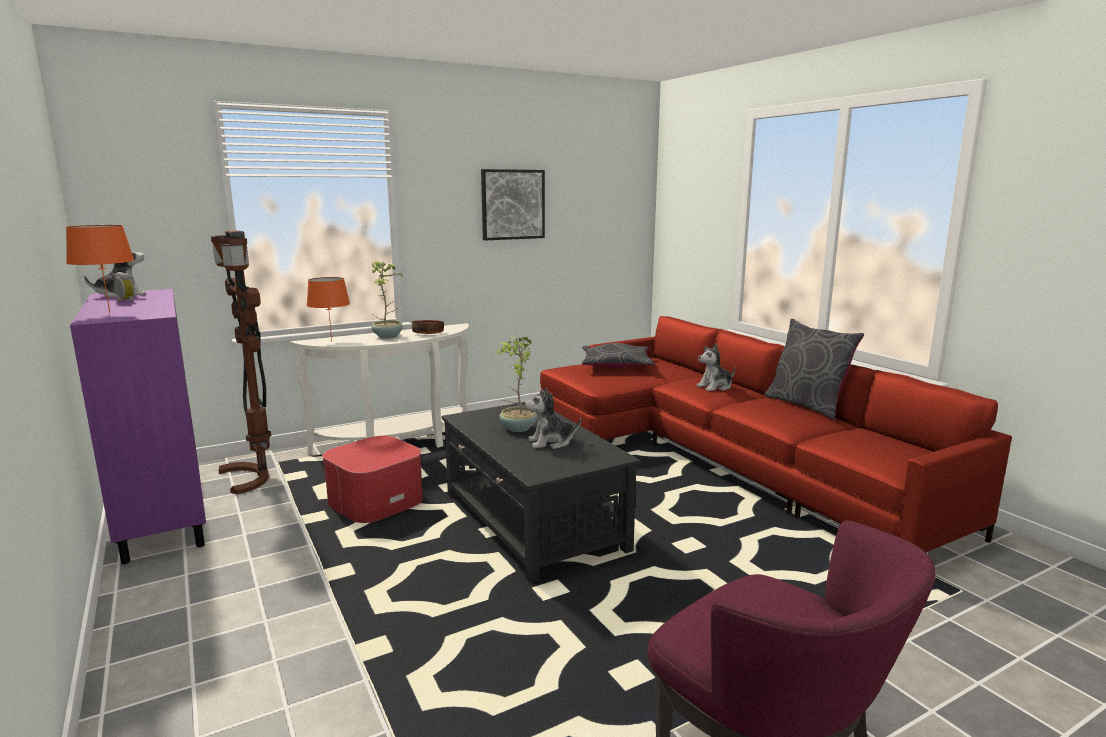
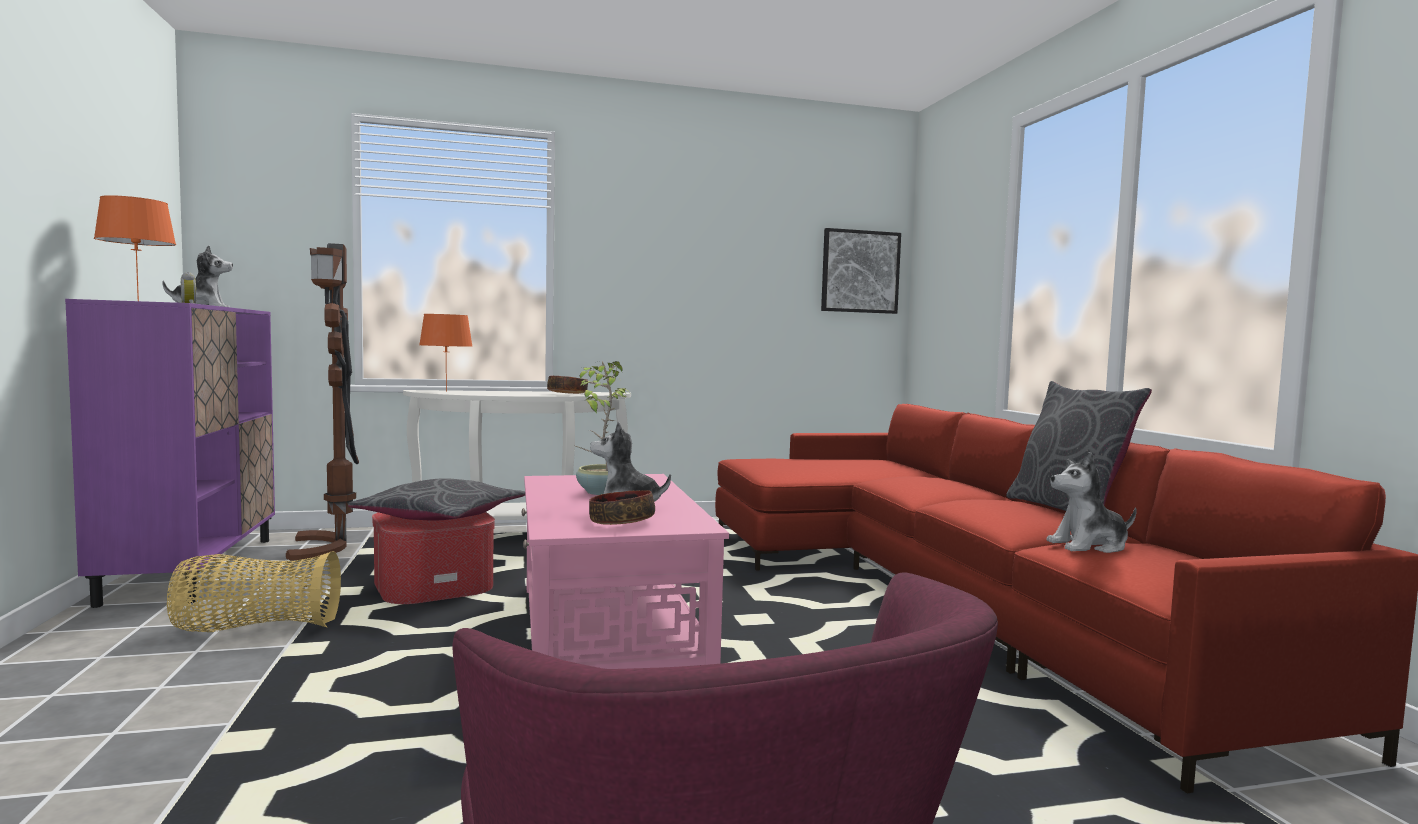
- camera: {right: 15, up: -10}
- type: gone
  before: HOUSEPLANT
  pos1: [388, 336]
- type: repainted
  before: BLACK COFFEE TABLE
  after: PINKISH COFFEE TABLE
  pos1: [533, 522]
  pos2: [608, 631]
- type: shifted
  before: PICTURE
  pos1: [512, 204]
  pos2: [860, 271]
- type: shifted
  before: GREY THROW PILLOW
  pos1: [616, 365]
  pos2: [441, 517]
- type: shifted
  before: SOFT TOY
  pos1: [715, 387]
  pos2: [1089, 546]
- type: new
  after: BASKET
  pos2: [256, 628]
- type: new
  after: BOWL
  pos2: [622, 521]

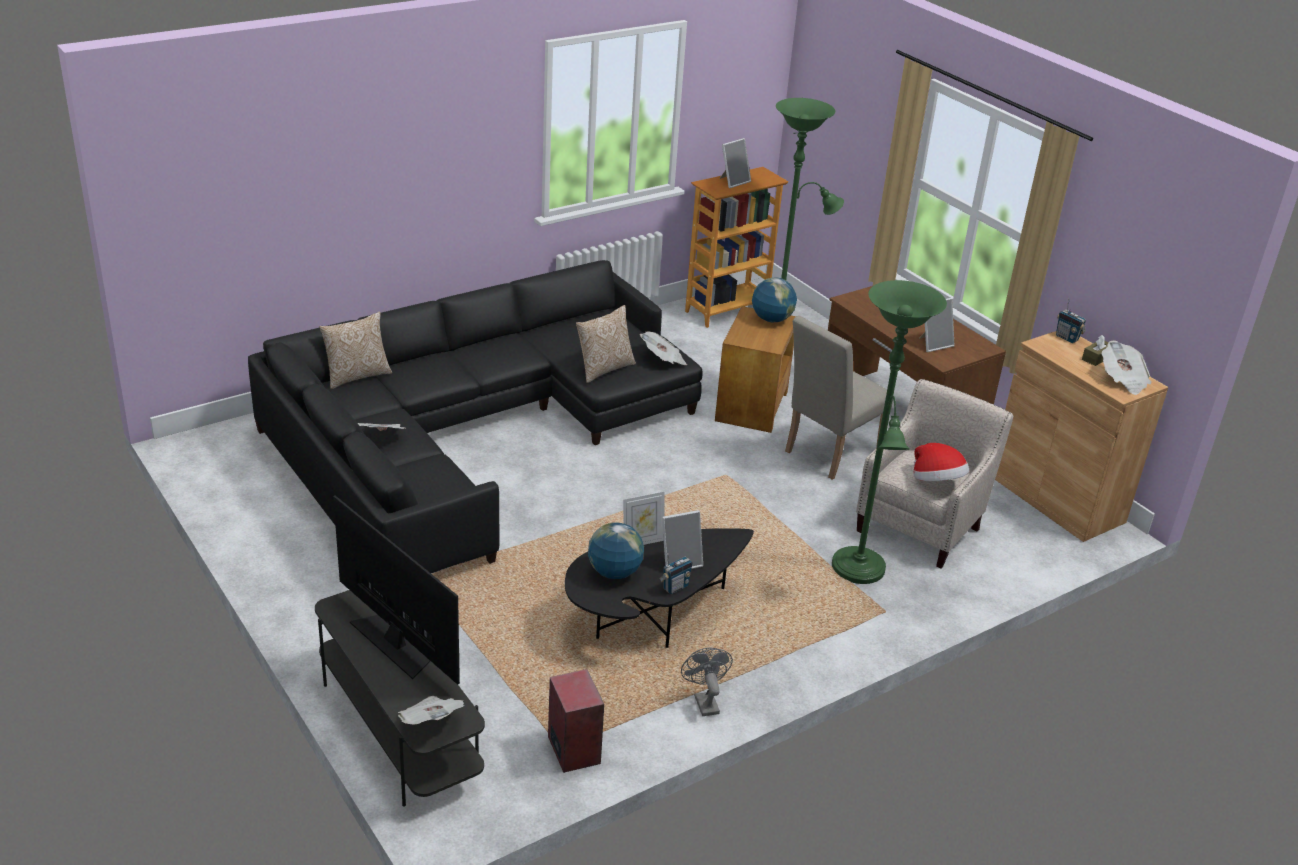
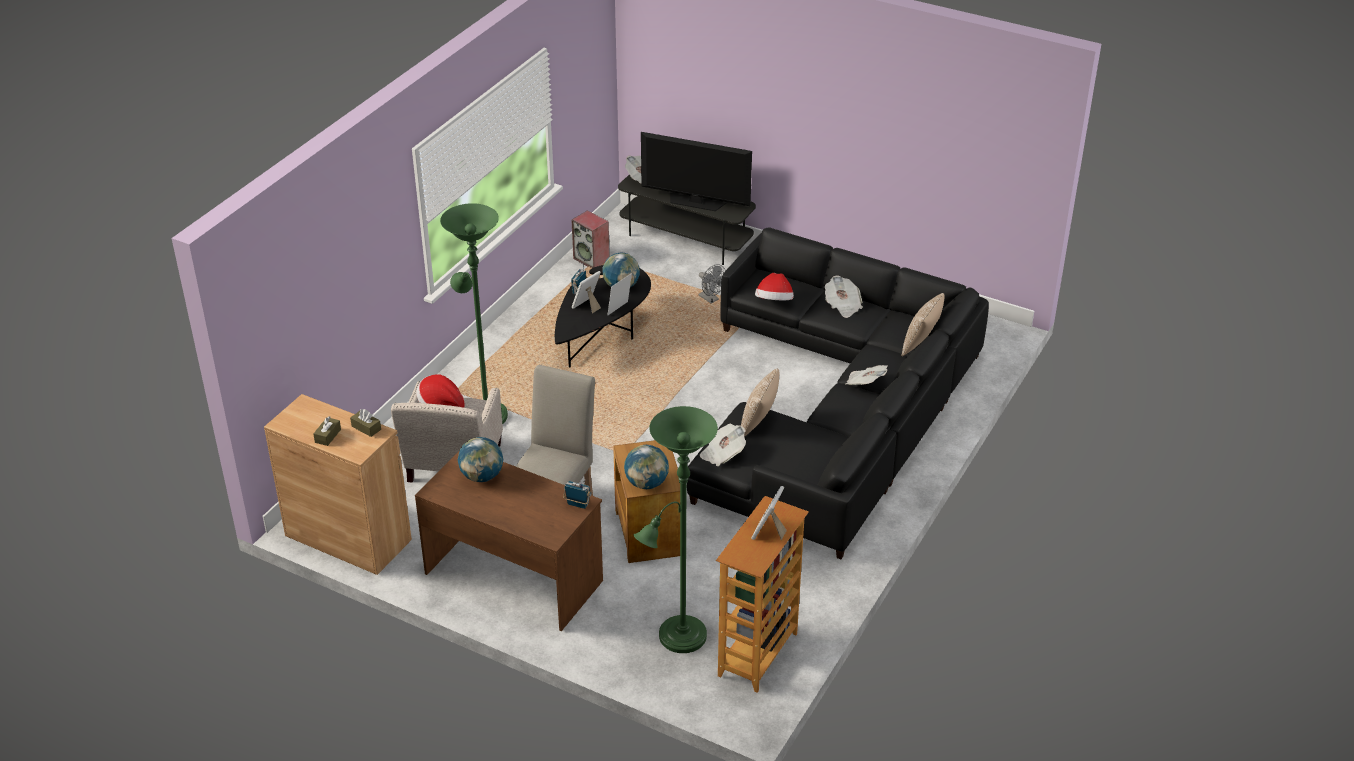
- camera: {right: 155, up: 5}
- type: shifted
  before: GREY ELECTRIC FAN
  pos1: [704, 701]
  pos2: [711, 299]
- type: swapped
  before: STANDING FRAME
  after: DESK GLOBE
  pos1: [933, 344]
  pos2: [482, 476]
- type: shifted
  before: RADIO RECEIVER
  pos1: [1067, 338]
  pos2: [578, 504]
- type: shifted
  before: DAILY PAPER
  pos1: [1123, 380]
  pos2: [865, 384]
- type: new
  after: BROWN-COLOURED BOX OF TISSUES
  pos2: [366, 428]
- type: new
  after: WEARABLE HAT
  pos2: [774, 302]

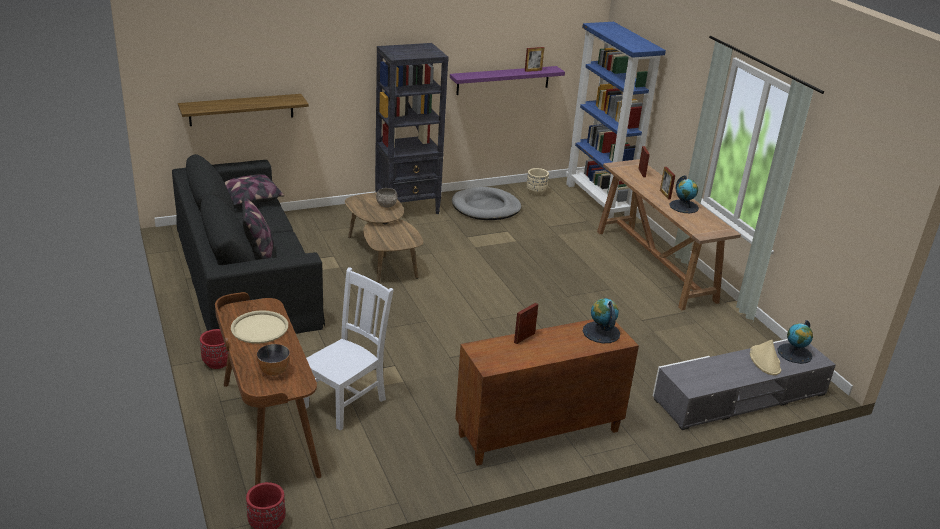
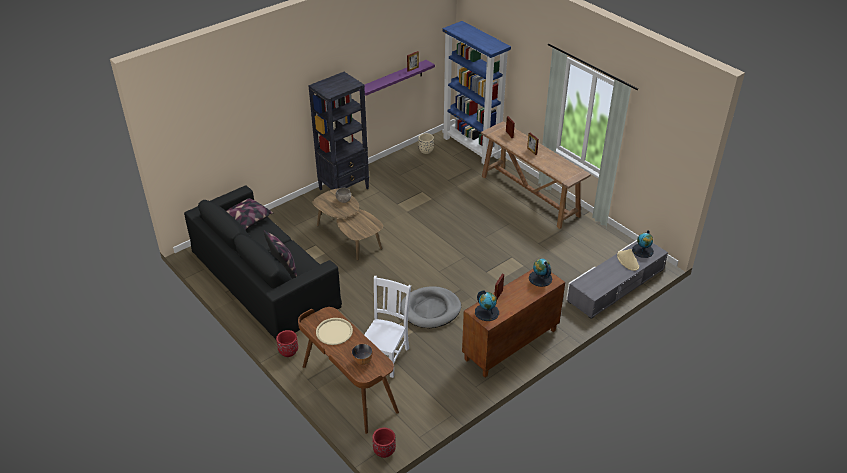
- camera: {right: -15, up: 10}
- type: gone
  before: WALL SHELF
  pos1: [241, 109]
- type: shifted
  before: GREY PET BED
  pos1: [486, 207]
  pos2: [430, 309]
- type: shifted
  before: DESK GLOBE
  pos1: [684, 206]
  pos2: [487, 312]

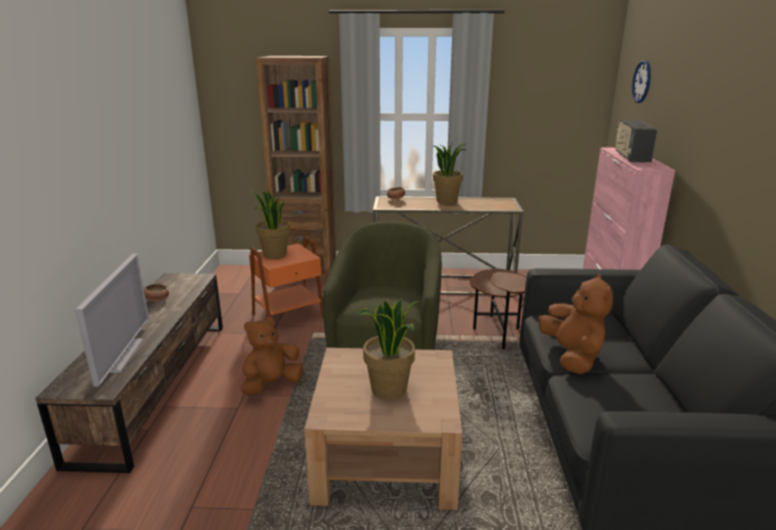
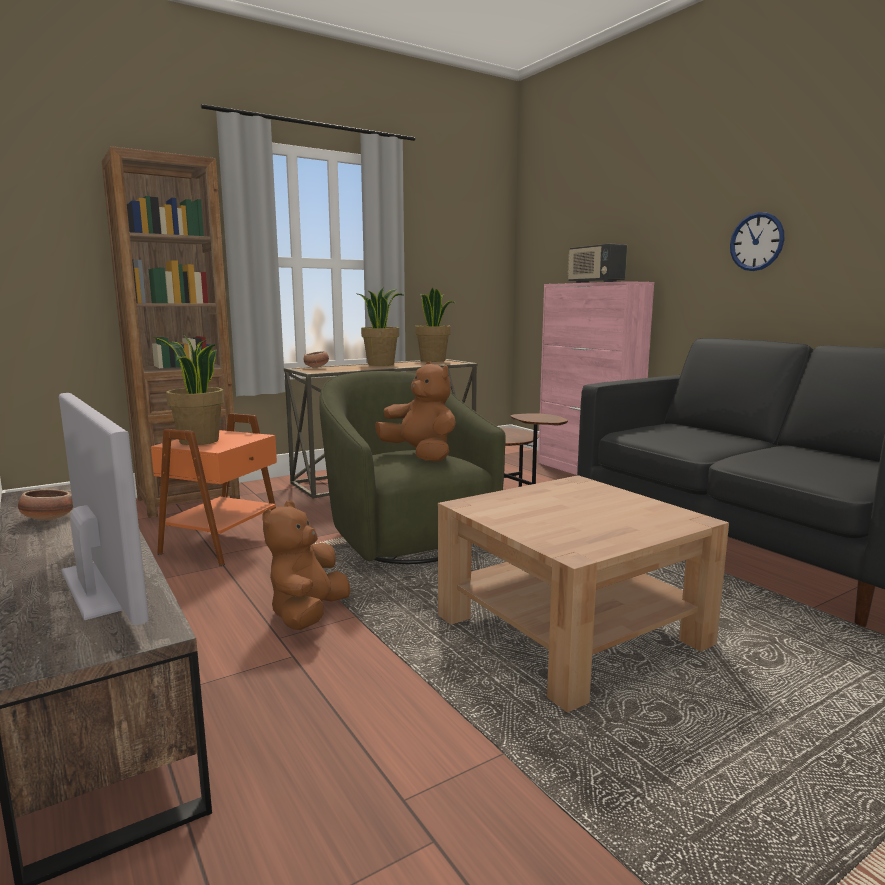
- camera: {right: -35, up: -10}
- type: shifted
  before: HOUSEPLANT
  pos1: [389, 390]
  pos2: [433, 360]
- type: shifted
  before: BROWN-COLOURED SOFT TOY
  pos1: [572, 356]
  pos2: [420, 455]
- type: shifted
  before: CLOCK ON THE WALL
  pos1: [642, 81]
  pos2: [756, 242]

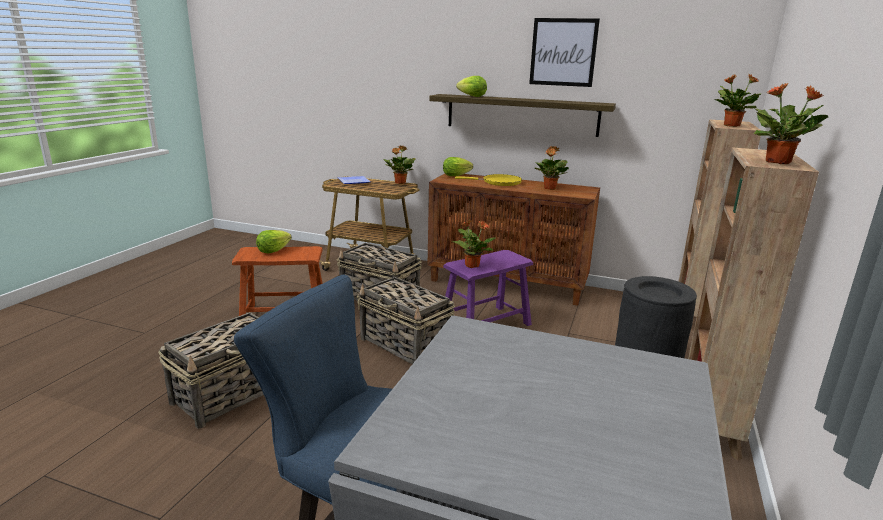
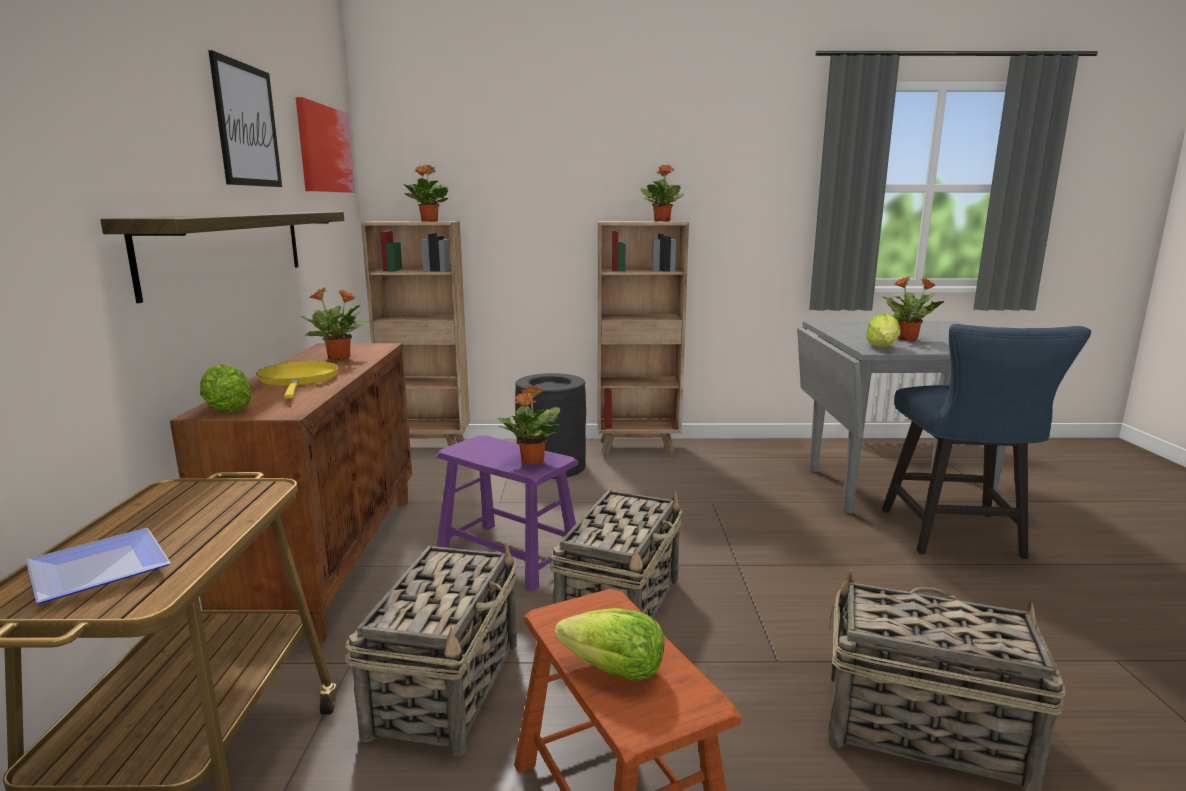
- camera: {right: -110, up: -5}
- type: shifted
  before: HOUSEPLANT
  pos1: [400, 183]
  pos2: [908, 339]
- type: shifted
  before: HEAD OF LETTUCE
  pos1: [472, 96]
  pos2: [883, 348]
- type: new
  after: PICTURE
  pos2: [324, 149]

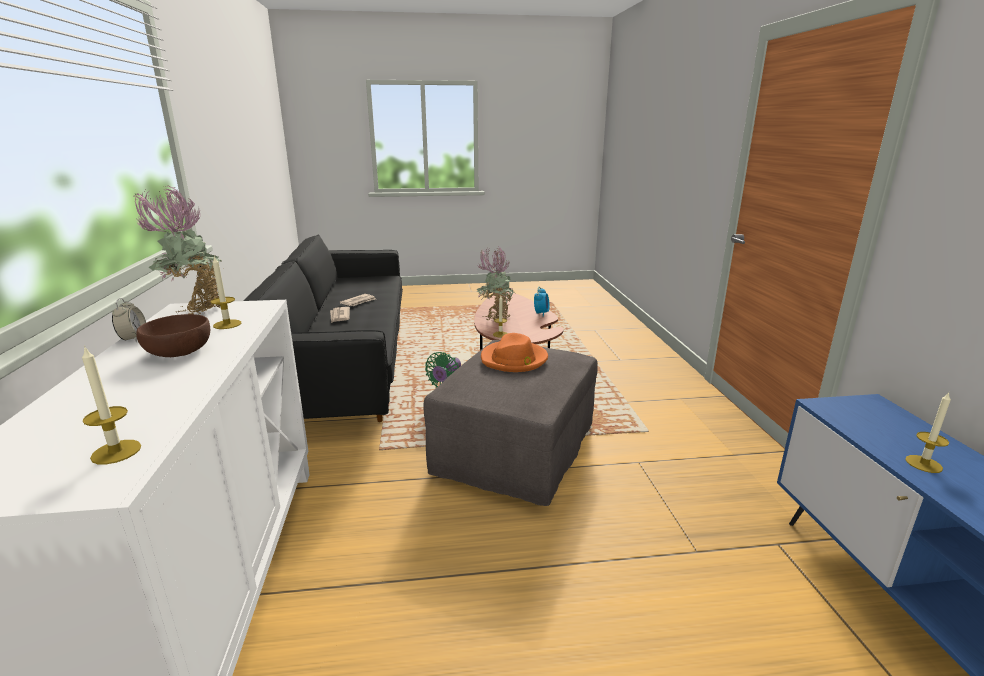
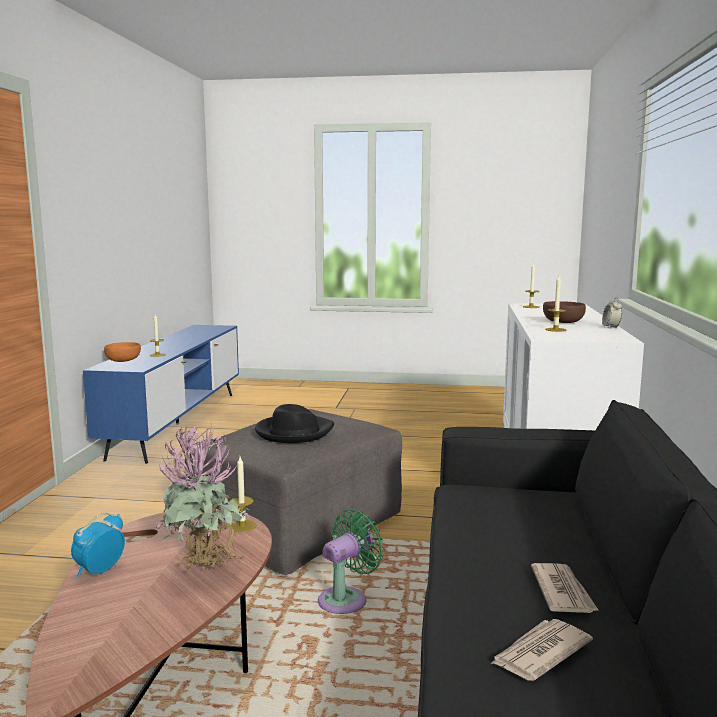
- camera: {right: -165, up: -10}
- type: gone
  before: HOUSEPLANT
  pos1: [195, 310]
- type: repainted
  before: ORANGEY WEARABLE HAT
  after: BLACK WEARABLE HAT
  pos1: [514, 359]
  pos2: [293, 432]
- type: new
  after: ORANGEY BOWL
  pos2: [124, 360]

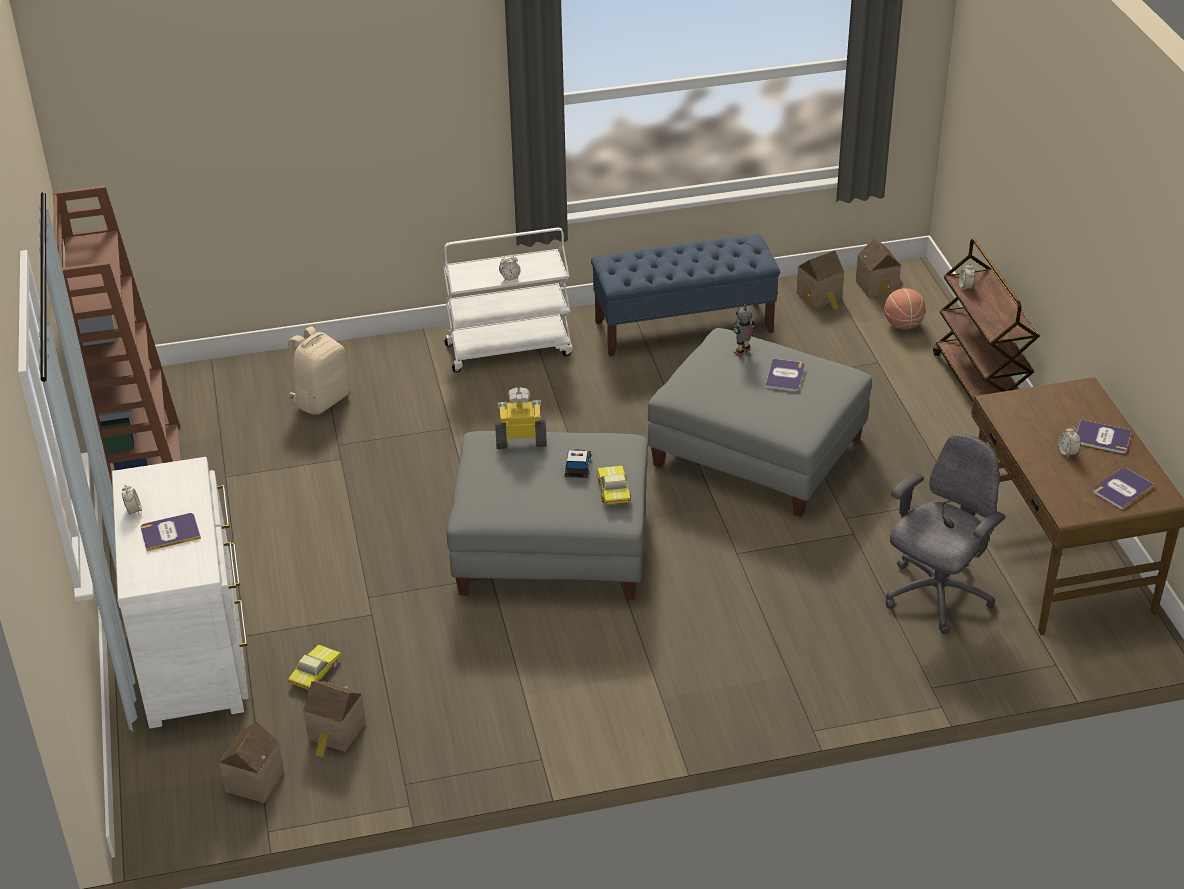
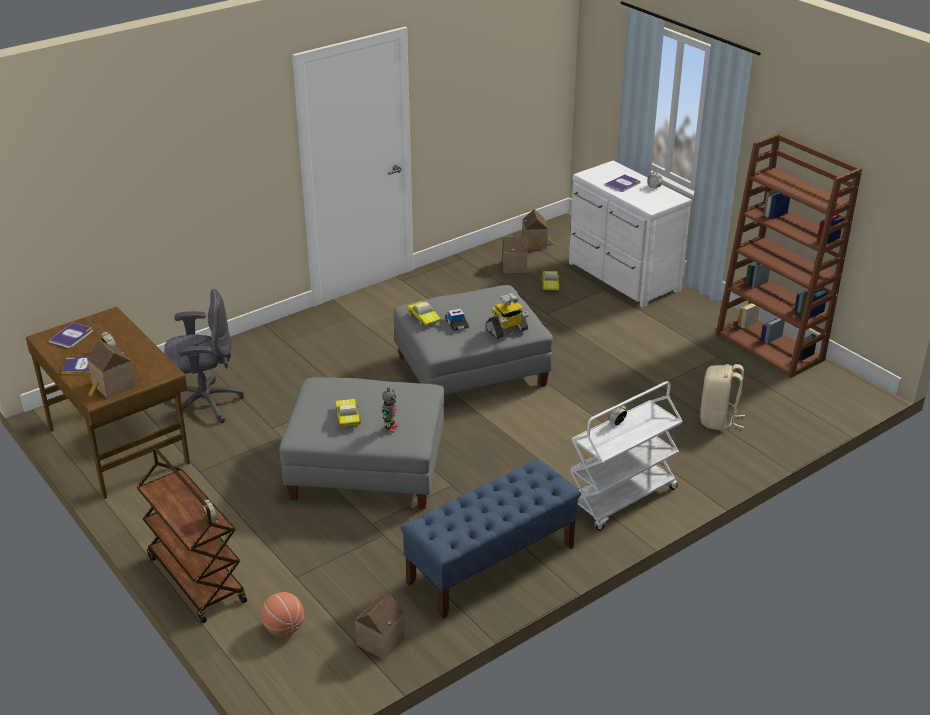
- camera: {right: 155, up: -5}
- type: swapped
  before: BOOK
  after: TOY CAR
  pos1: [785, 376]
  pos2: [347, 417]
- type: shifted
  before: MINIATURE HOUSE
  pos1: [878, 286]
  pos2: [112, 386]
- type: rotated
  before: GREY DESK CHAIR
  pos1: [936, 596]
  pos2: [204, 404]
  turn: -120

